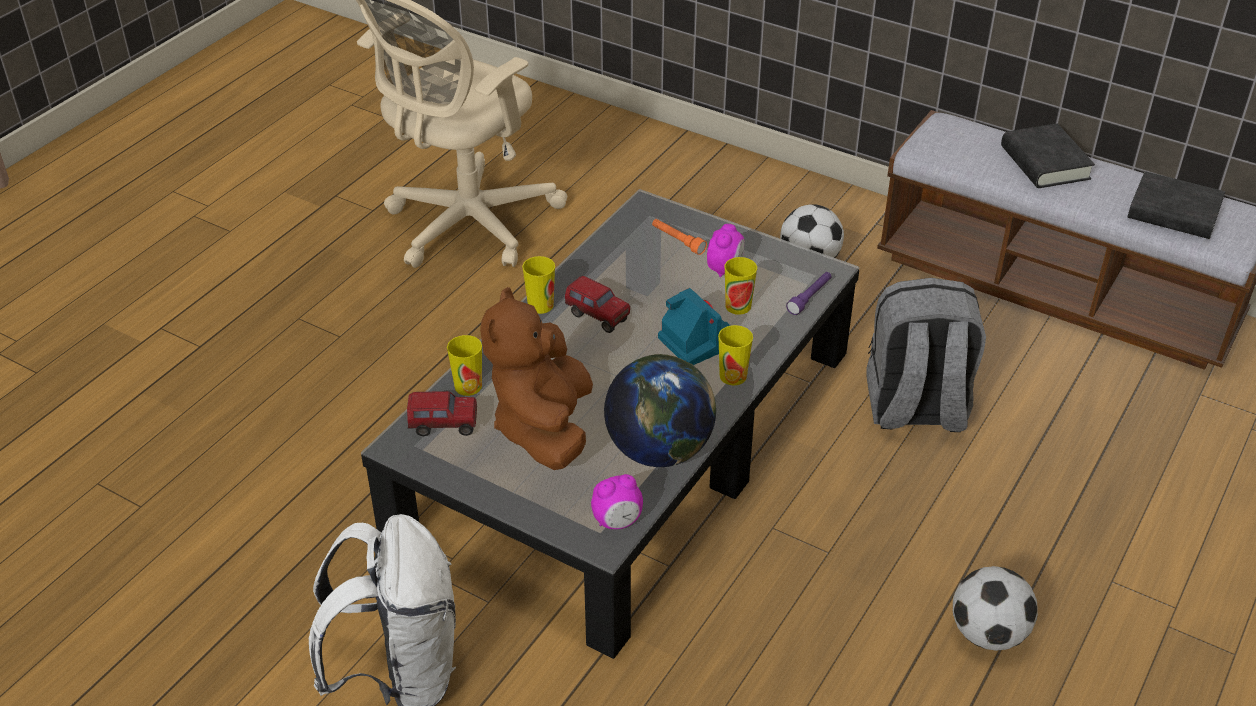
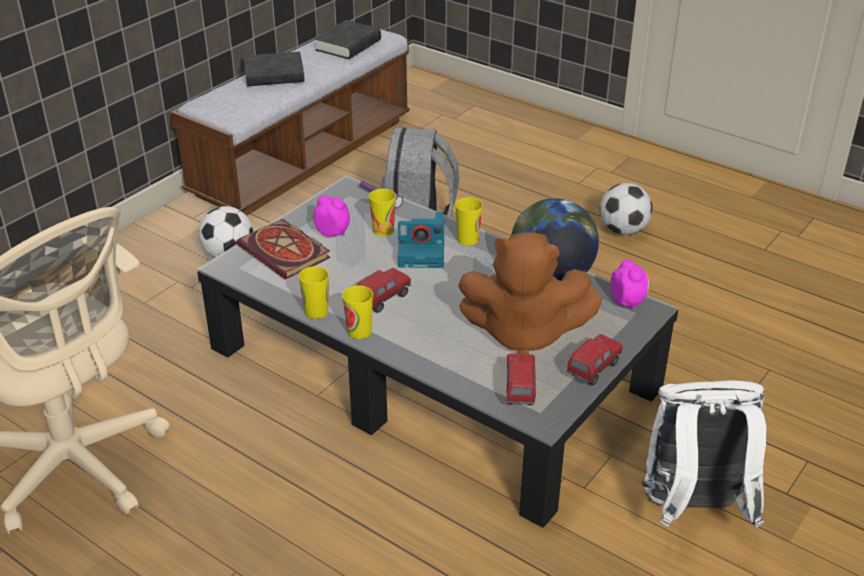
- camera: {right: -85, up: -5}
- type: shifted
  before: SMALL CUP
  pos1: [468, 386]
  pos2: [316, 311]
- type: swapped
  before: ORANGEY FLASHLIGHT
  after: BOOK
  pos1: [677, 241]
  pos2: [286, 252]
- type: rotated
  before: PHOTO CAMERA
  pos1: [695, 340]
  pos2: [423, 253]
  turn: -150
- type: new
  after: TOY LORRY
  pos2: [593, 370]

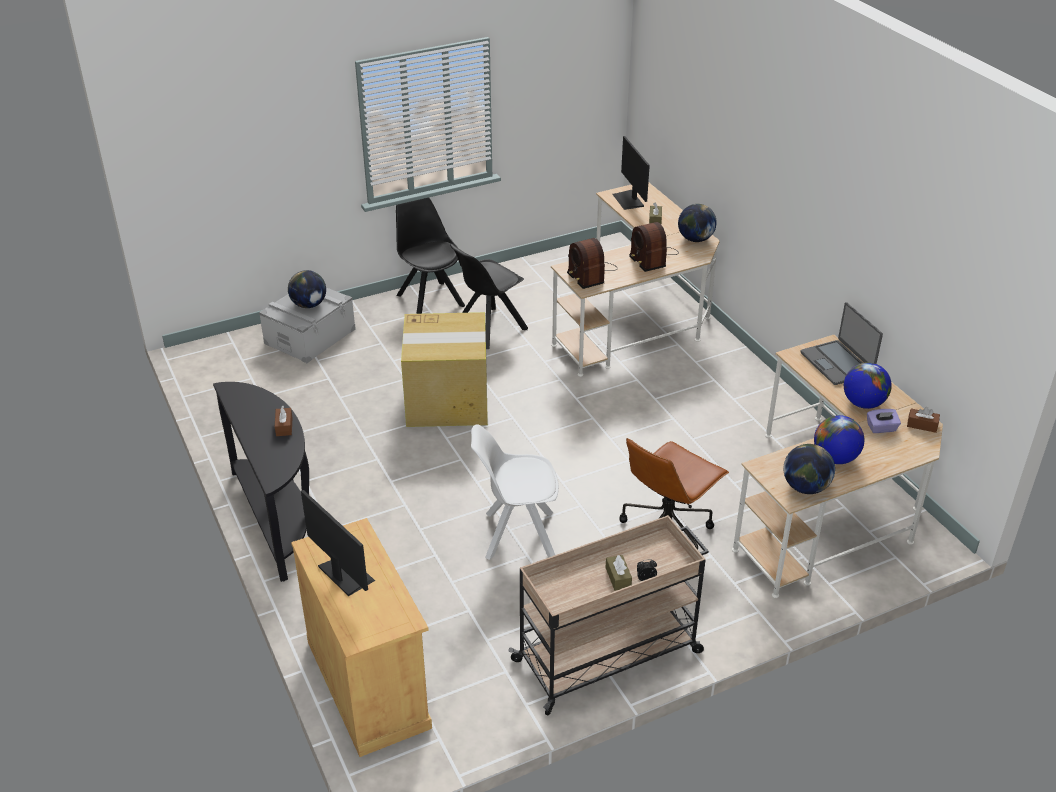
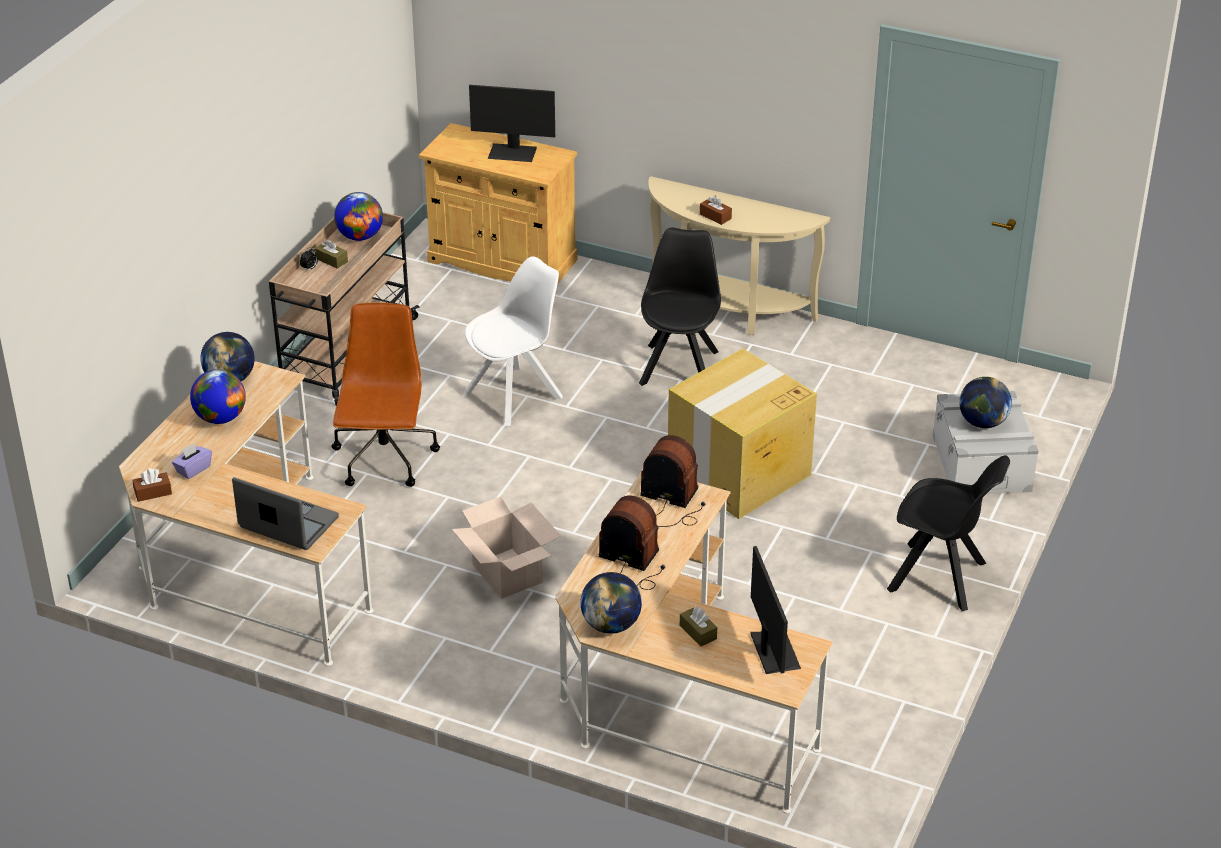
- camera: {right: 140, up: 0}
- type: repainted
  before: BLACK CONSOLE TABLE
  after: BEIGE CONSOLE TABLE
  pos1: [279, 518]
  pos2: [725, 311]
- type: shifted
  before: BLACK PLAIN CHAIR
  pos1: [488, 328]
  pos2: [680, 366]
- type: rotated
  before: MONITOR
  pos1: [629, 200]
  pos2: [773, 651]
  turn: 45
- type: shifted
  before: DESK GLOBE
  pos1: [863, 403]
  pos2: [360, 236]
- type: new
  after: PACKING BOX
  pos2: [506, 574]

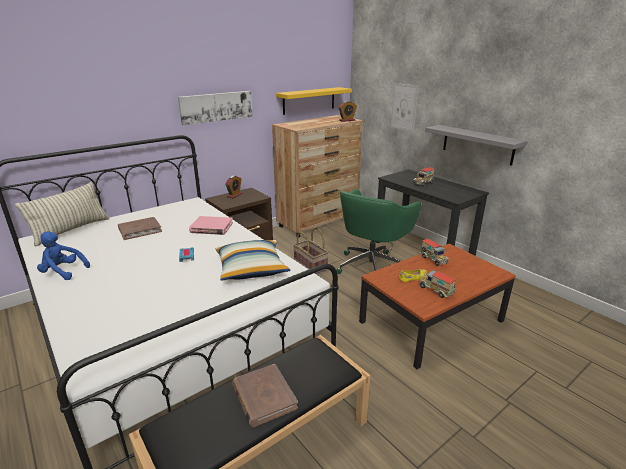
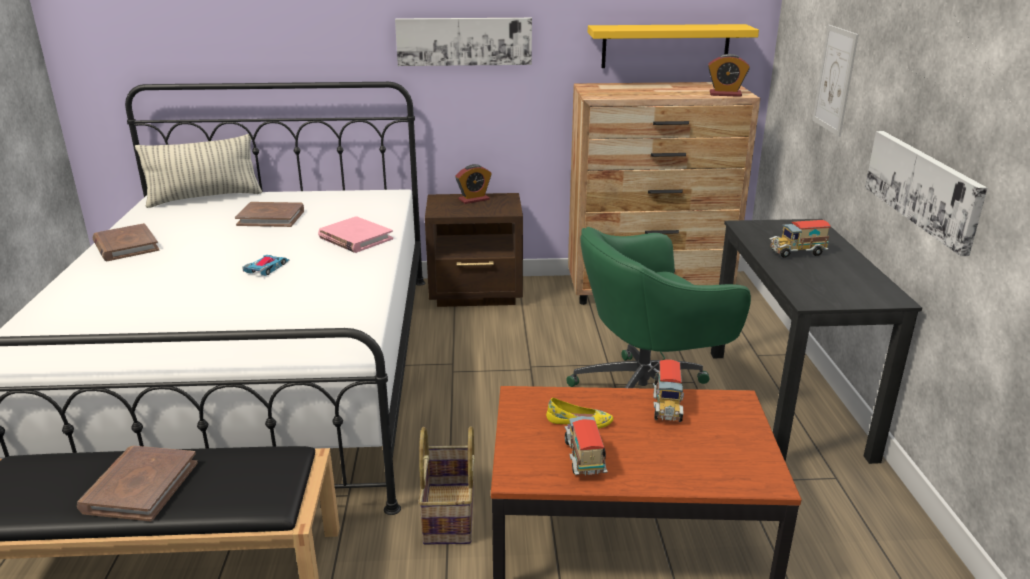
- camera: {right: 35, up: 0}
- type: swapped
  before: BLUISH SOFT TOY
  after: BROWN-COLOURED BOOK
  pos1: [63, 272]
  pos2: [126, 246]
- type: gone
  before: THROW PILLOW
  pos1: [251, 269]
- type: shifted
  before: BASKET
  pos1: [311, 265]
  pos2: [451, 514]
- type: swapped
  before: GREY WALL SHELF
  after: PICTURE
  pos1: [477, 144]
  pos2: [923, 187]

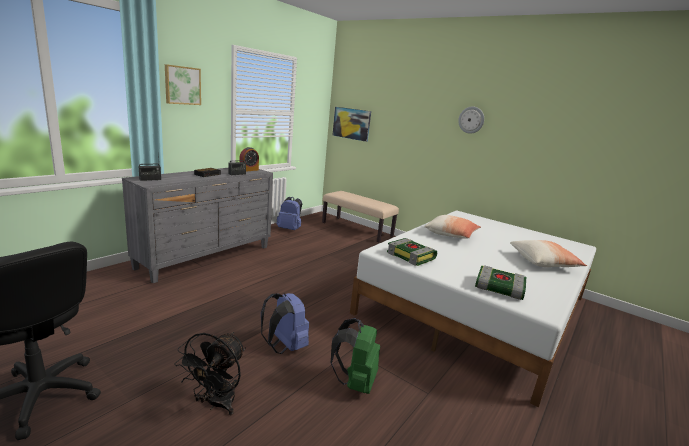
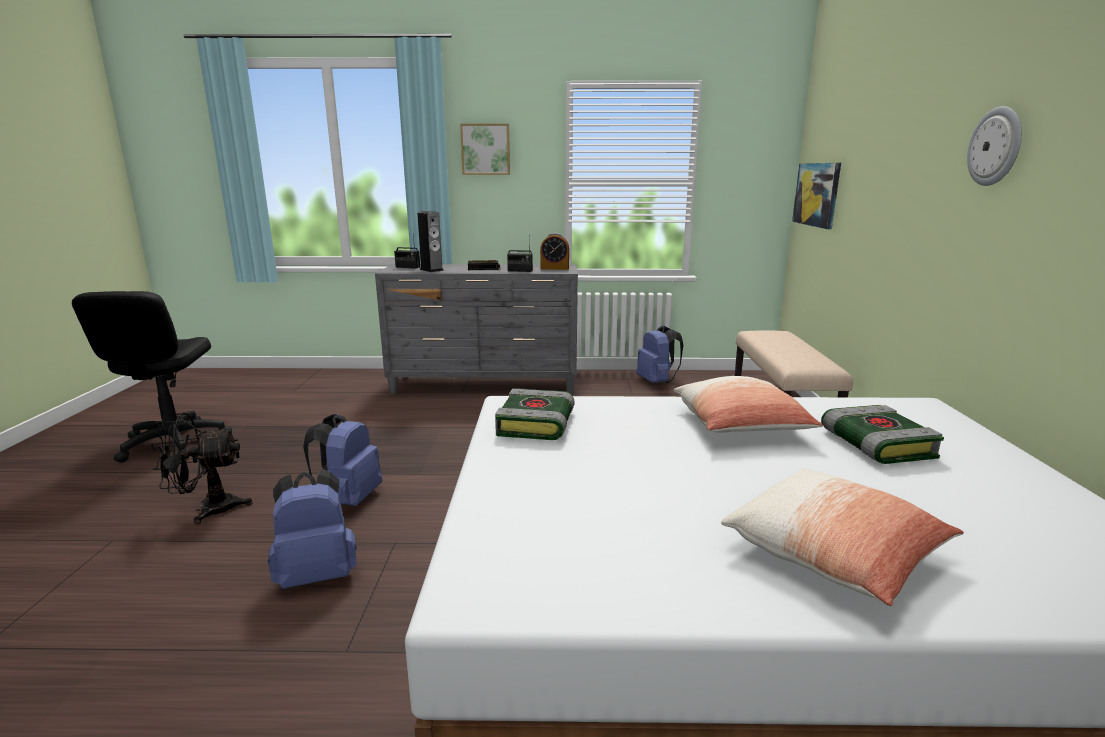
- camera: {right: 55, up: 0}
- type: repainted
  before: GREENISH KNAPSACK
  after: BLUISH KNAPSACK
  pos1: [355, 382]
  pos2: [318, 574]
- type: shifted
  before: BOOK
  pos1: [498, 288]
  pos2: [874, 444]
- type: new
  after: AUDIO SPEAKER
  pos2: [431, 270]

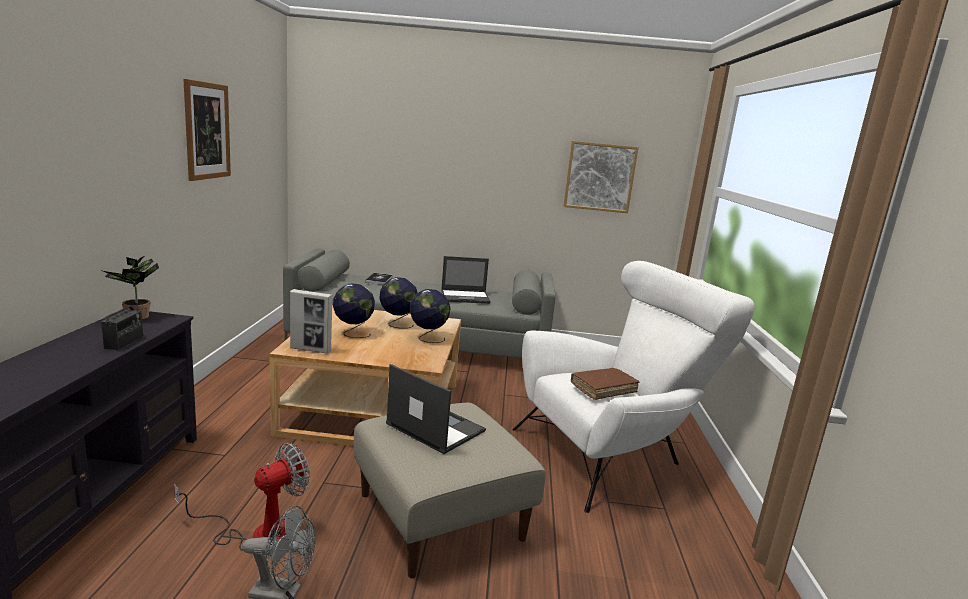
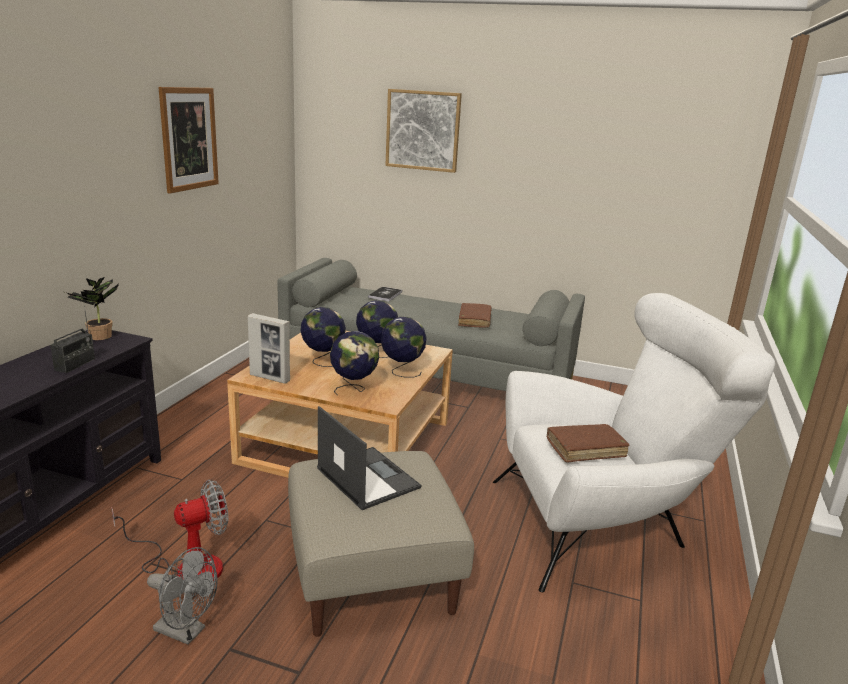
- camera: {right: 15, up: 5}
- type: swapped
  before: PORTABLE COMPUTER
  after: BROWN-COLOURED BOOK
  pos1: [465, 297]
  pos2: [474, 320]
- type: shifted
  before: PICTURE
  pos1: [599, 177]
  pos2: [423, 130]
- type: new
  after: DESK GLOBE
  pos2: [354, 389]

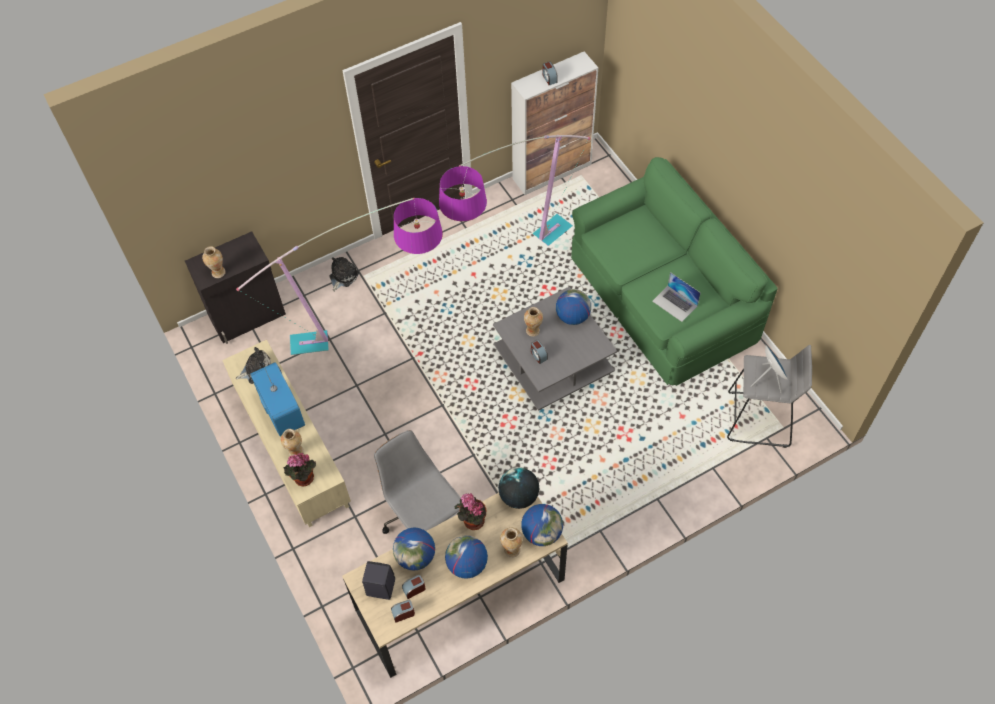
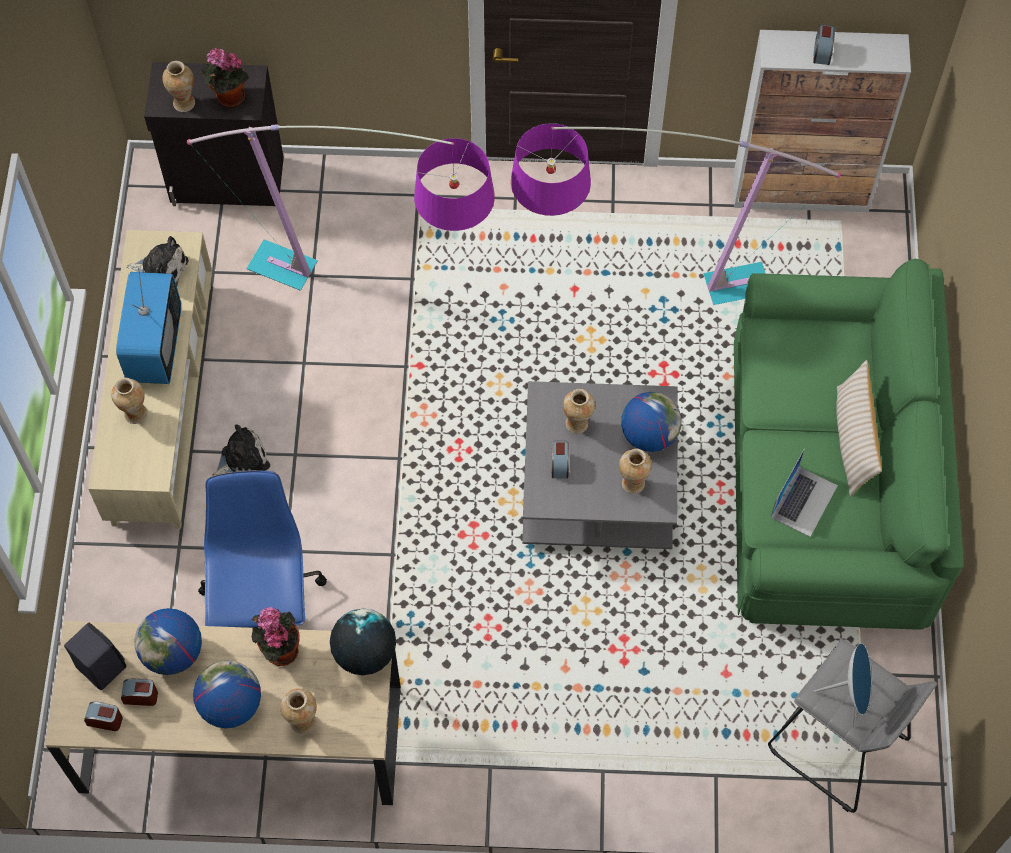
- camera: {right: 30, up: 5}
- type: shifted
  before: HOUSEPLANT
  pos1: [303, 479]
  pos2: [228, 98]
- type: shifted
  before: SOFT TOY
  pos1: [342, 276]
  pos2: [242, 460]
- type: repainted
  before: GREY DESK CHAIR
  after: BLUISH DESK CHAIR
  pos1: [423, 519]
  pos2: [265, 605]
- type: gone
  before: DESK GLOBE
  pos1: [542, 533]
- type: rotated
  before: PORTABLE COMPUTER
  pos1: [675, 303]
  pos2: [804, 501]
  turn: -135
- type: new
  after: VASE
  pos2: [632, 483]
- type: new
  after: BEIGE THROW PILLOW
  pos2: [853, 440]

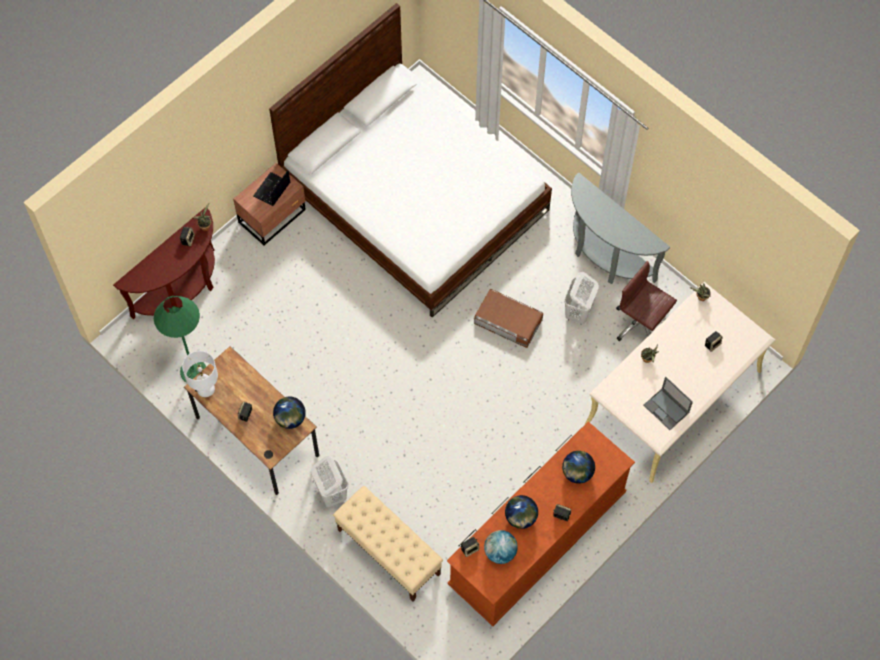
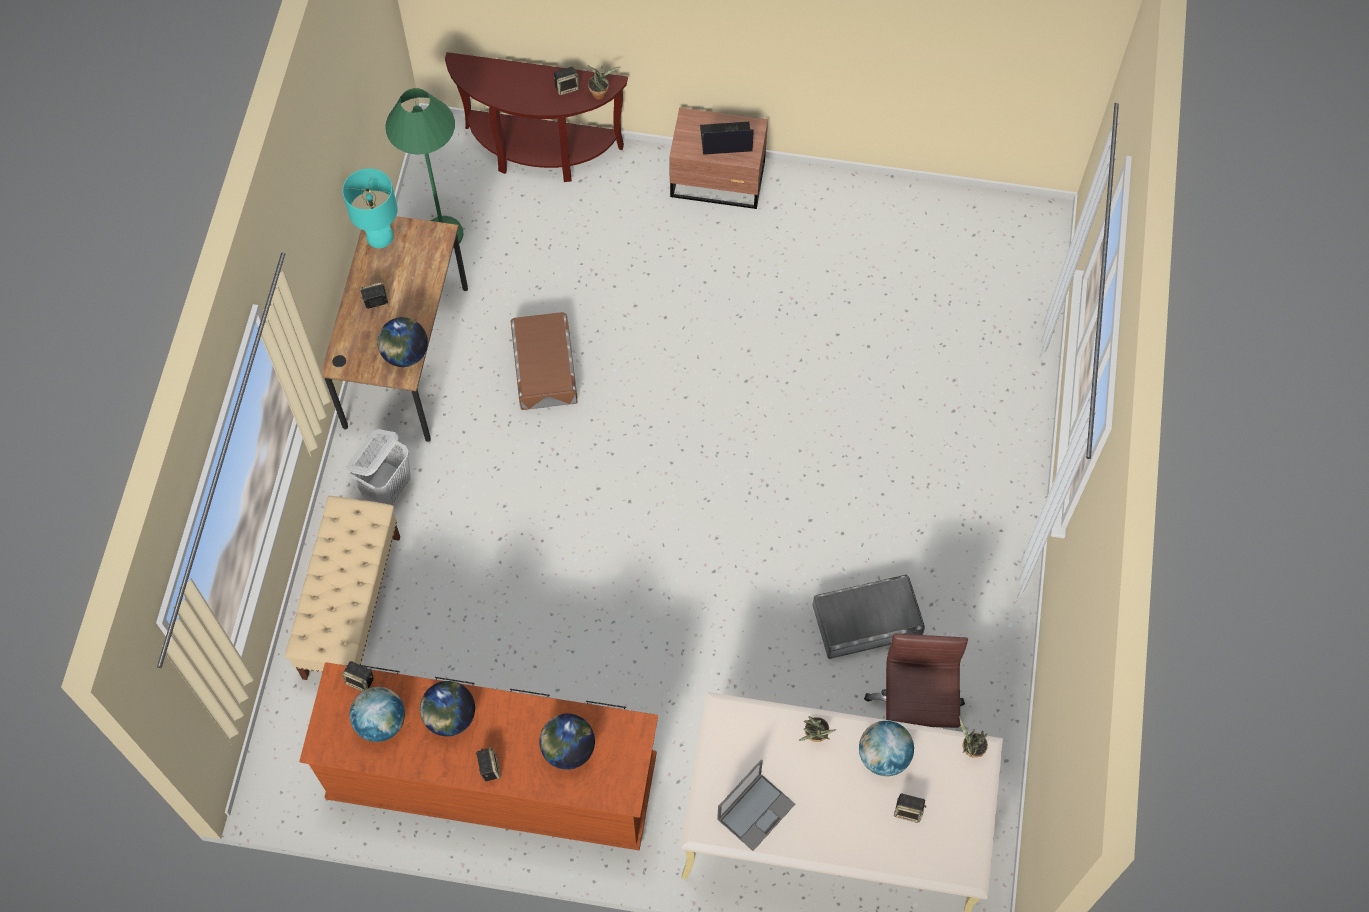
- camera: {right: 55, up: 0}
- type: repainted
  before: WHITE-COLOURED TABLETOP LAMP
  after: TURQUOISE TABLETOP LAMP
  pos1: [205, 388]
  pos2: [379, 236]
- type: gone
  before: SLEEPING BED
  pos1: [415, 197]
- type: shifted
  before: BROWN-COLOURED STORAGE CONTAINER
  pos1: [508, 321]
  pos2: [544, 366]
- type: swapped
  before: WHITE-COLOURED LAUNDRY BASKET
  after: GREY STORAGE CONTAINER
  pos1: [578, 312]
  pos2: [867, 621]
- type: gone
  before: GREY CONSOLE TABLE
  pos1: [606, 256]
- type: rotated
  before: PORTABLE COMPUTER
  pos1: [666, 409]
  pos2: [756, 810]
  turn: -150
- type: new
  after: DESK GLOBE
  pos2: [883, 756]

